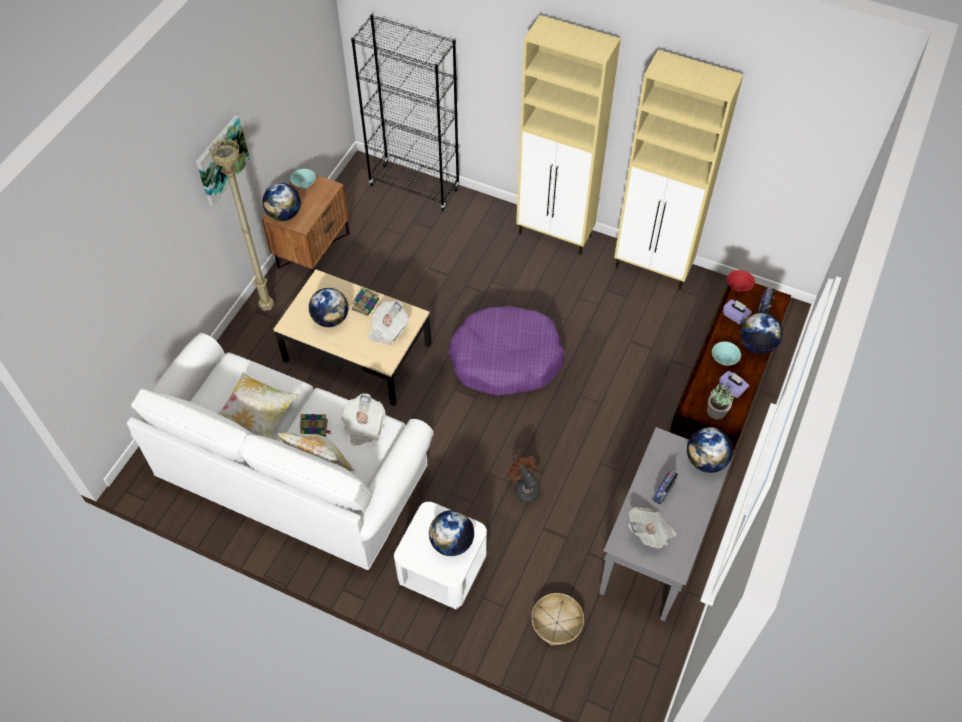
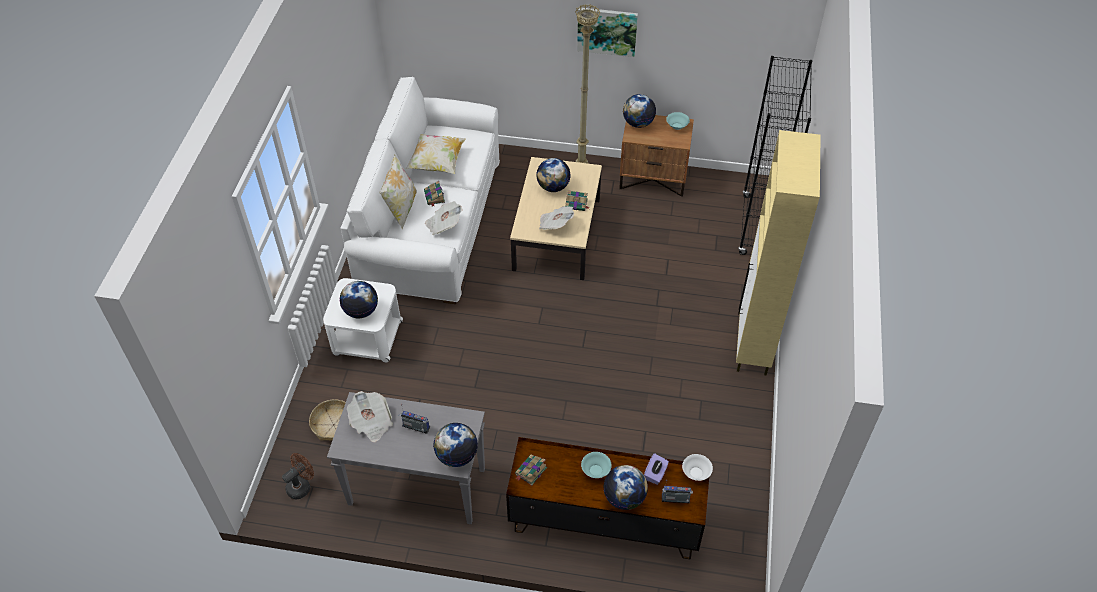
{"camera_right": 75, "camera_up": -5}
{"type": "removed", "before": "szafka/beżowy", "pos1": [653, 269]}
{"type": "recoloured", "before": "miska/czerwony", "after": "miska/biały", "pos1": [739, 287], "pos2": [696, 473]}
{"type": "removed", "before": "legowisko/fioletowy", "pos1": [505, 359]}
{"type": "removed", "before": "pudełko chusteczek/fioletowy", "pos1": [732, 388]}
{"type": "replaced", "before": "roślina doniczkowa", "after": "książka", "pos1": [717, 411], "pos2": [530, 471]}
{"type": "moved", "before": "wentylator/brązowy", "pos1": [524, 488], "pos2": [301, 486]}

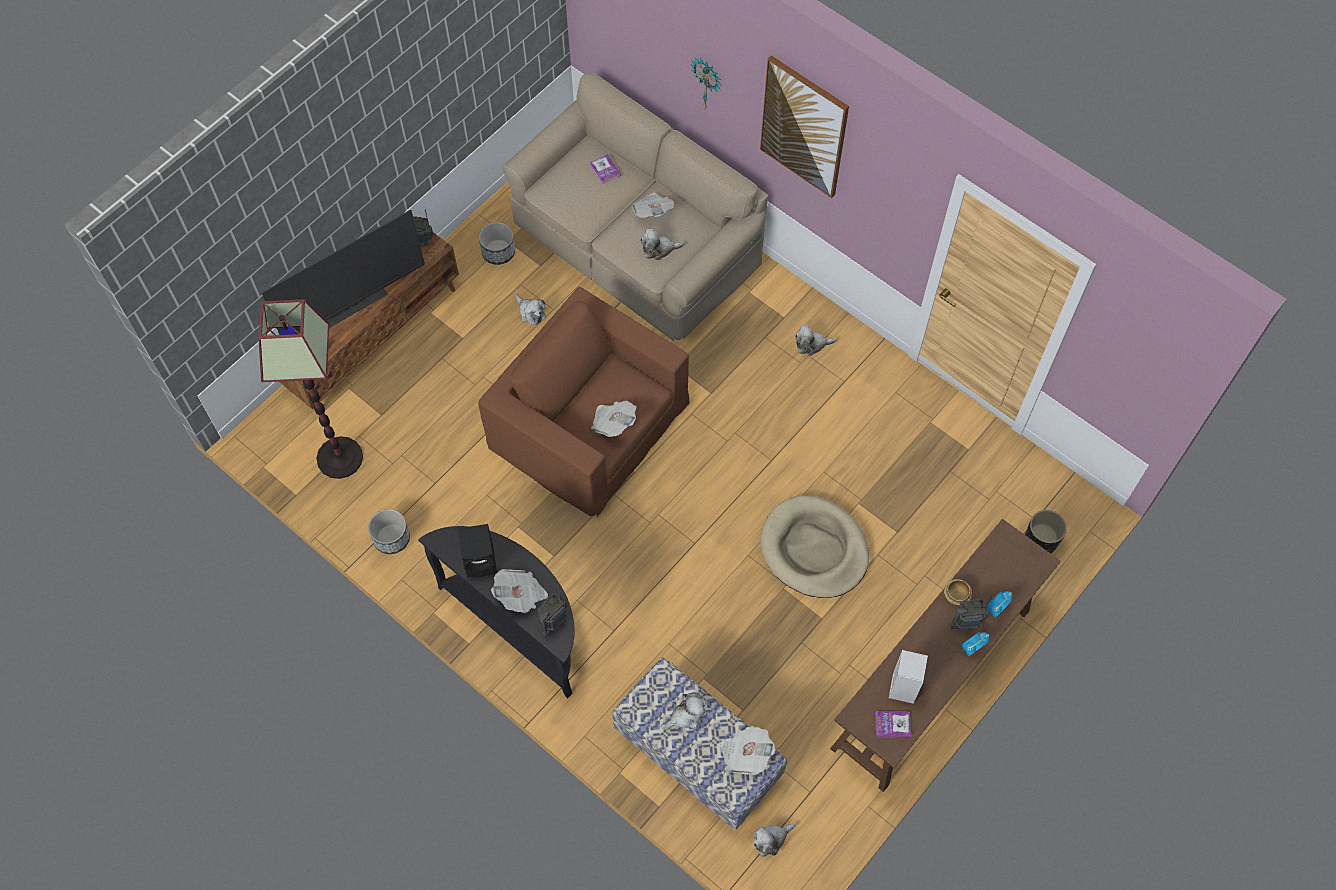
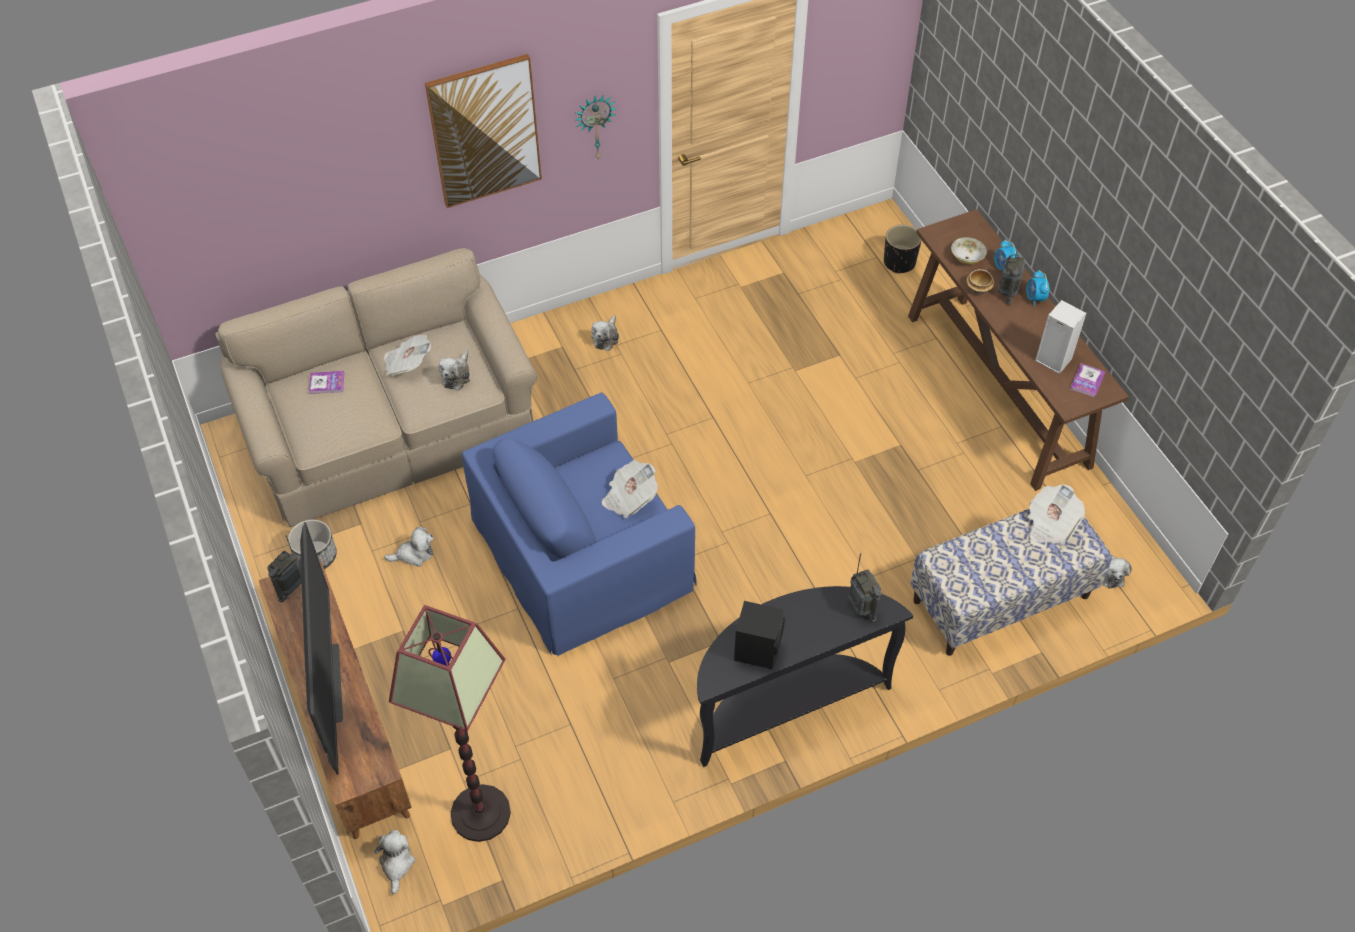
{"camera_right": -65, "camera_up": -10}
{"type": "moved", "before": "zegar ścienny", "pos1": [707, 83], "pos2": [595, 126]}
{"type": "recoloured", "before": "fotel/brązowy", "after": "fotel/niebieski", "pos1": [588, 423], "pos2": [581, 552]}
{"type": "removed", "before": "legowisko/beżowy", "pos1": [814, 549]}
{"type": "removed", "before": "donica", "pos1": [392, 538]}
{"type": "removed", "before": "gazeta", "pos1": [521, 595]}
{"type": "moved", "before": "pluszak", "pos1": [686, 716], "pos2": [396, 864]}
{"type": "added", "after": "miska", "pos2": [967, 258]}

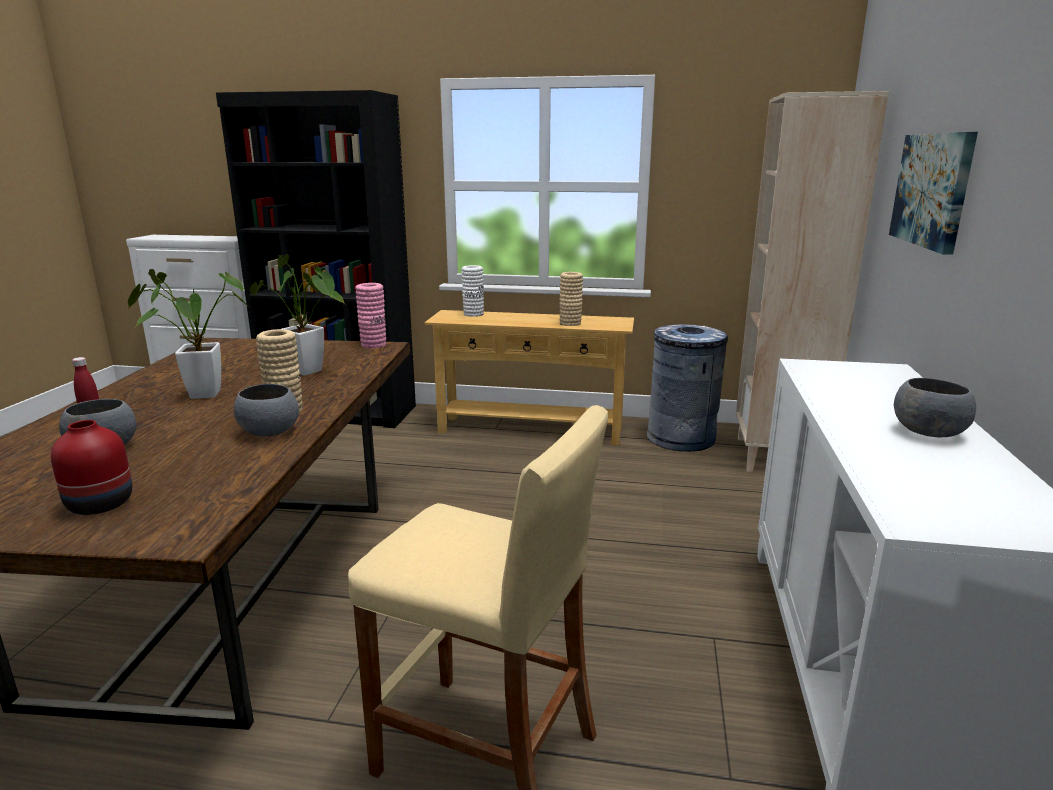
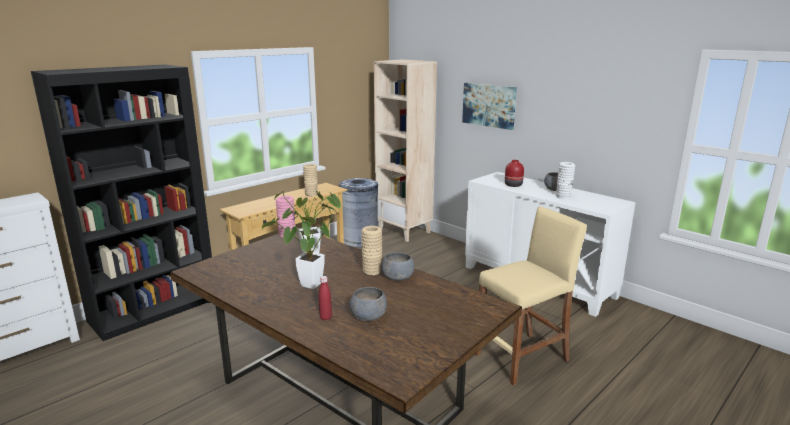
{"camera_right": -55, "camera_up": 0}
{"type": "moved", "before": "wazon/biały", "pos1": [473, 314], "pos2": [563, 196]}
{"type": "moved", "before": "wazon/czerwony", "pos1": [101, 504], "pos2": [513, 185]}

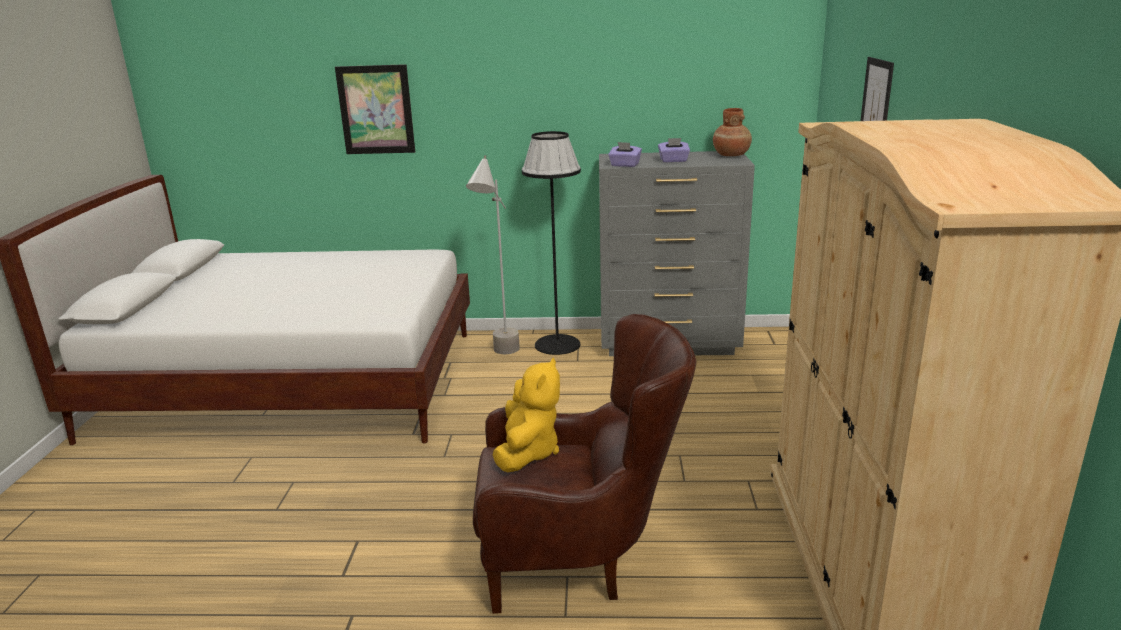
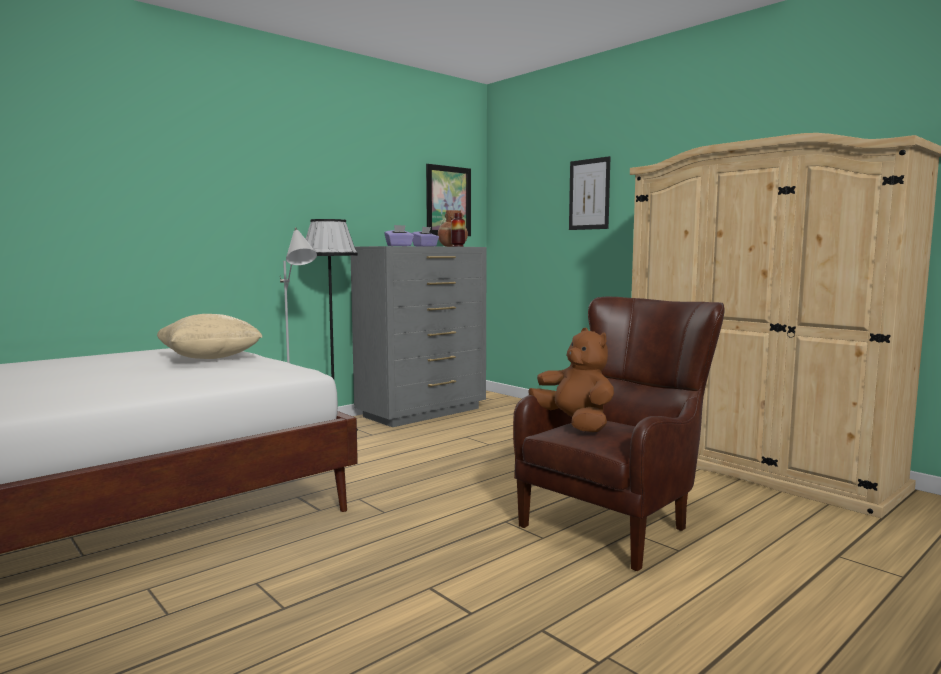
{"camera_right": -45, "camera_up": -15}
{"type": "moved", "before": "obraz", "pos1": [376, 110], "pos2": [448, 201]}
{"type": "recoloured", "before": "pluszak/żółty", "after": "pluszak/brązowy", "pos1": [528, 452], "pos2": [575, 424]}
{"type": "added", "after": "wazon", "pos2": [458, 246]}
{"type": "added", "after": "poduszka/beżowy", "pos2": [209, 359]}

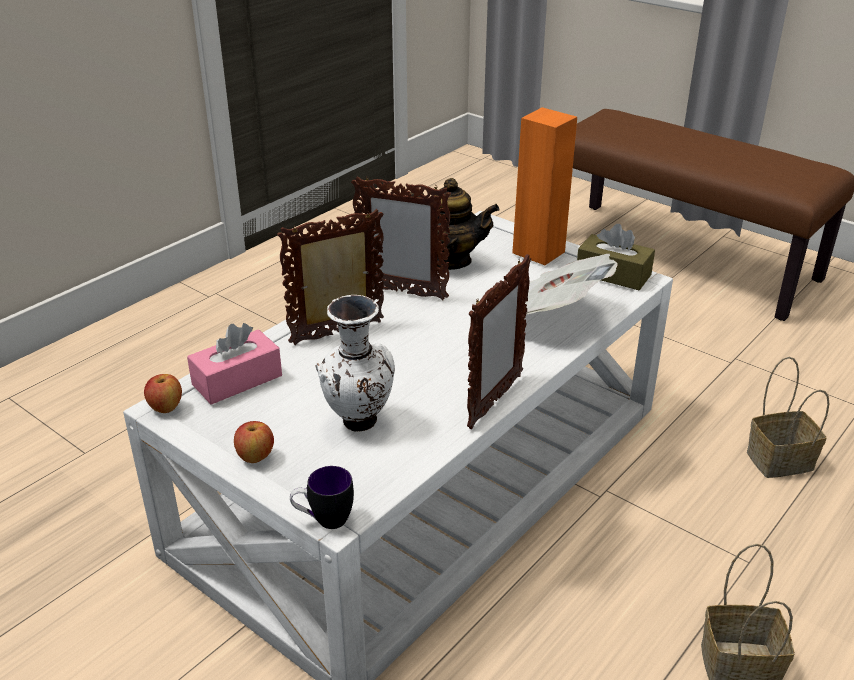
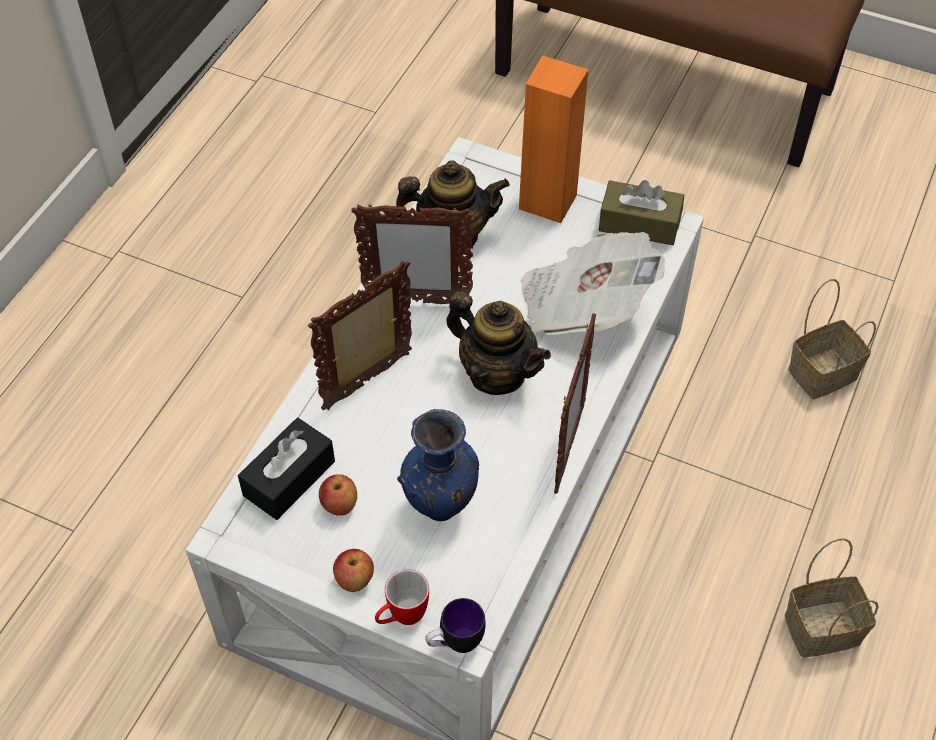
{"camera_right": -15, "camera_up": 20}
{"type": "recoloured", "before": "wazon/biały", "after": "wazon/niebieski", "pos1": [358, 424], "pos2": [440, 510]}
{"type": "recoloured", "before": "pudełko chusteczek/różowy", "after": "pudełko chusteczek/czarny", "pos1": [237, 380], "pos2": [289, 478]}
{"type": "moved", "before": "jabłko", "pos1": [165, 408], "pos2": [339, 505]}
{"type": "added", "after": "imbryk", "pos2": [497, 373]}
{"type": "added", "after": "kubek", "pos2": [401, 617]}

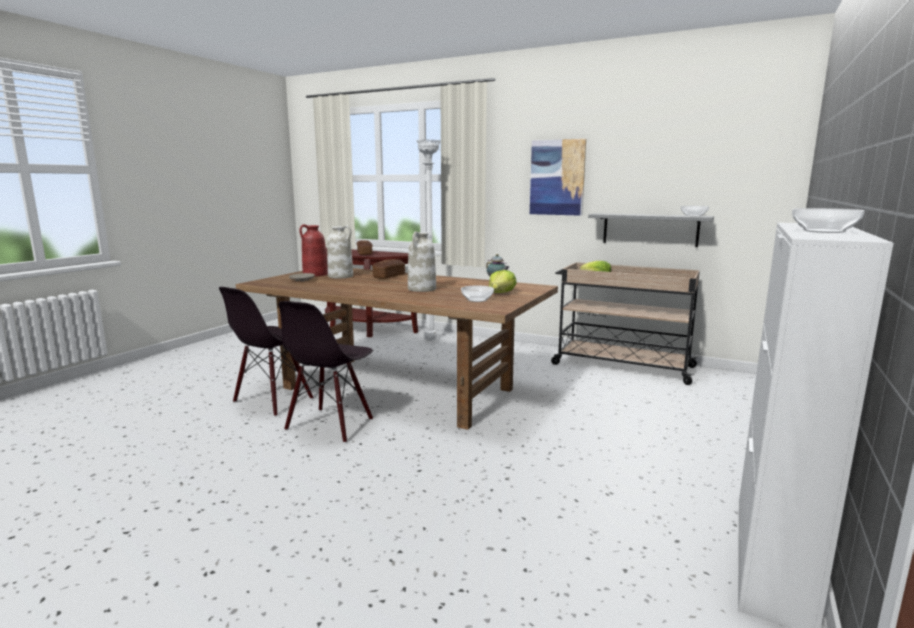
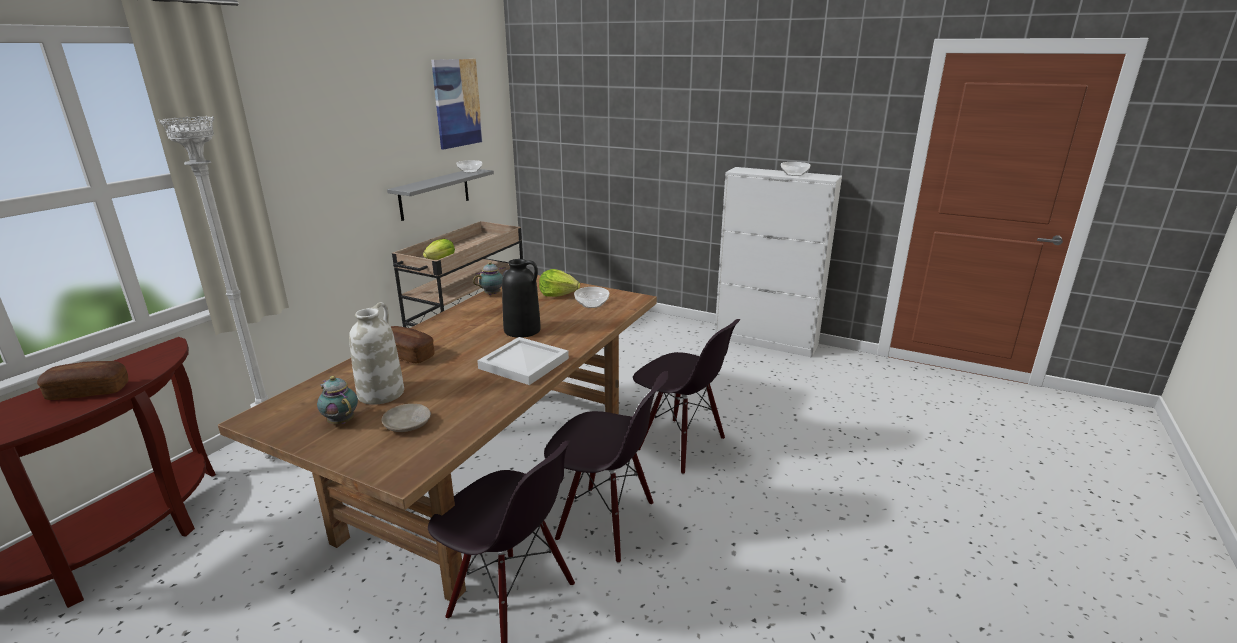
{"camera_right": -90, "camera_up": 10}
{"type": "moved", "before": "obraz", "pos1": [557, 177], "pos2": [457, 103]}
{"type": "replaced", "before": "wazon/czerwony", "after": "imbryk", "pos1": [315, 274], "pos2": [341, 421]}
{"type": "recoloured", "before": "wazon/biały", "after": "wazon/czarny", "pos1": [422, 289], "pos2": [523, 330]}
{"type": "added", "after": "krzesło/czarny", "pos2": [680, 445]}
{"type": "added", "after": "taca/biały", "pos2": [522, 363]}

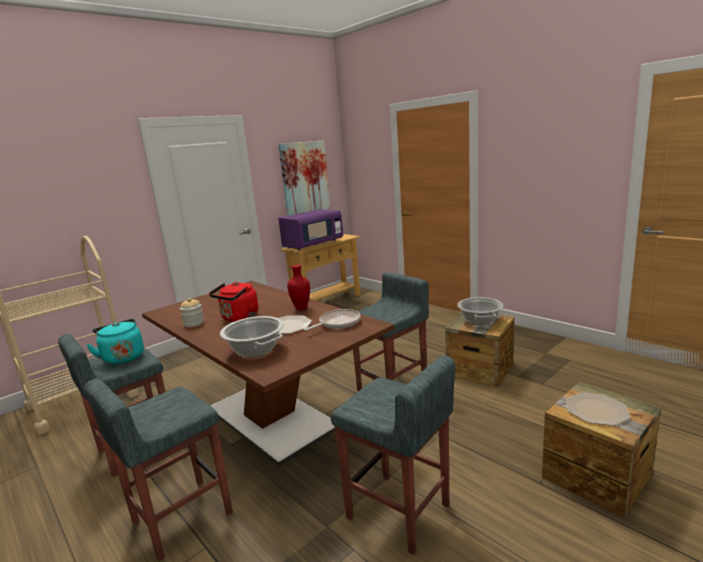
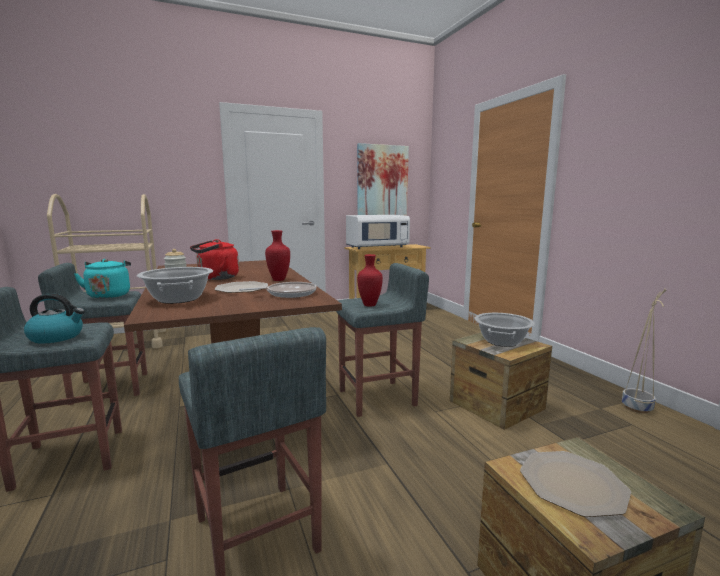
{"camera_right": 20, "camera_up": -5}
{"type": "recoloured", "before": "mikrofalówka/fioletowy", "after": "mikrofalówka/biały", "pos1": [313, 244], "pos2": [377, 247]}
{"type": "added", "after": "wazon/czerwony", "pos2": [369, 305]}
{"type": "added", "after": "donica/beżowy", "pos2": [637, 408]}
{"type": "added", "after": "czajnik", "pos2": [57, 337]}

